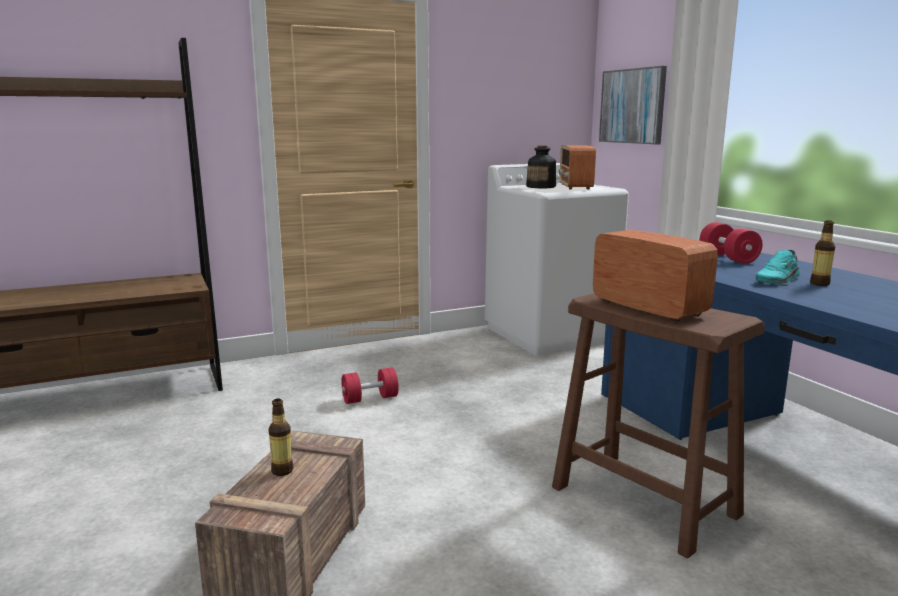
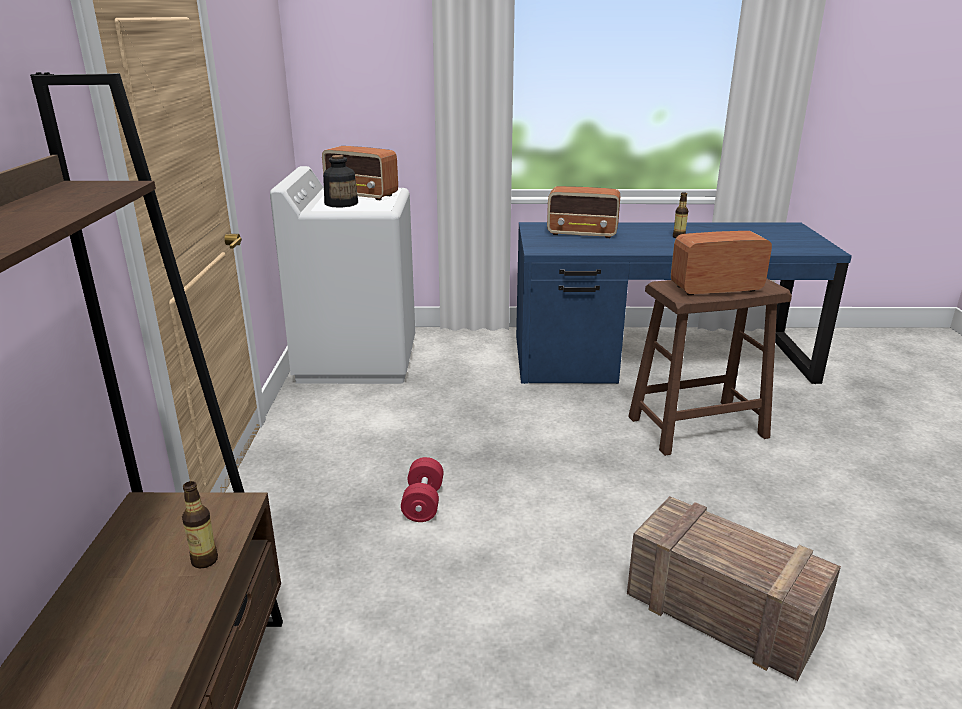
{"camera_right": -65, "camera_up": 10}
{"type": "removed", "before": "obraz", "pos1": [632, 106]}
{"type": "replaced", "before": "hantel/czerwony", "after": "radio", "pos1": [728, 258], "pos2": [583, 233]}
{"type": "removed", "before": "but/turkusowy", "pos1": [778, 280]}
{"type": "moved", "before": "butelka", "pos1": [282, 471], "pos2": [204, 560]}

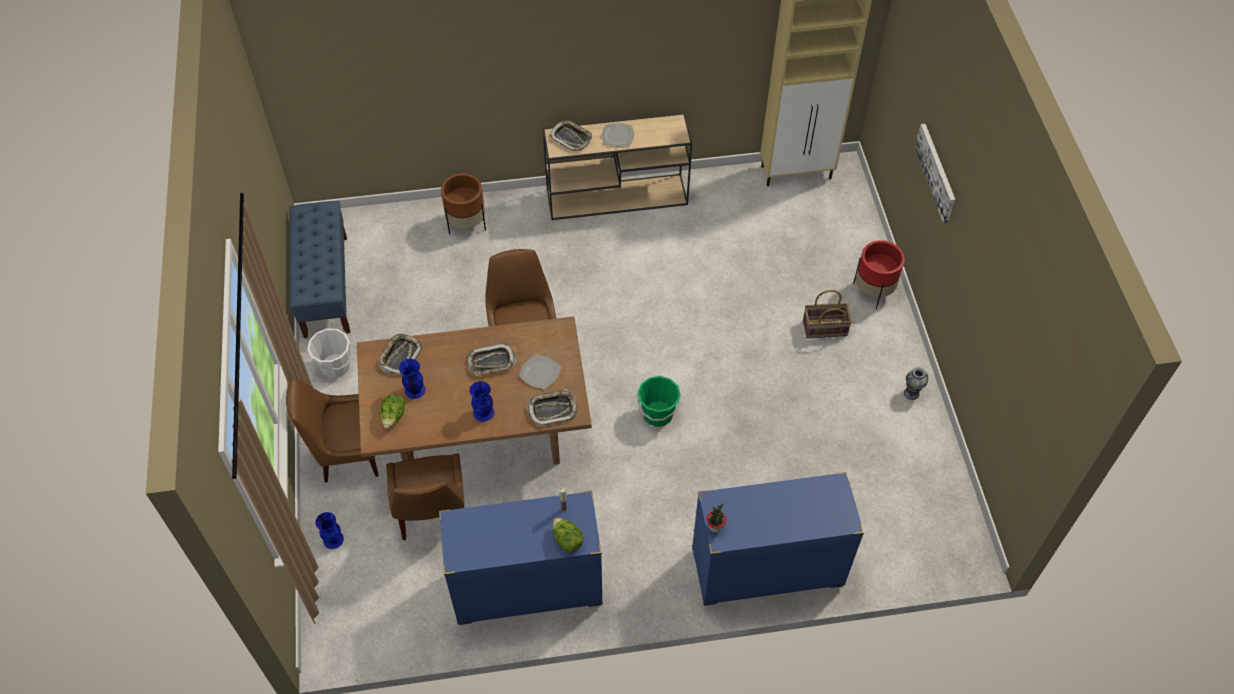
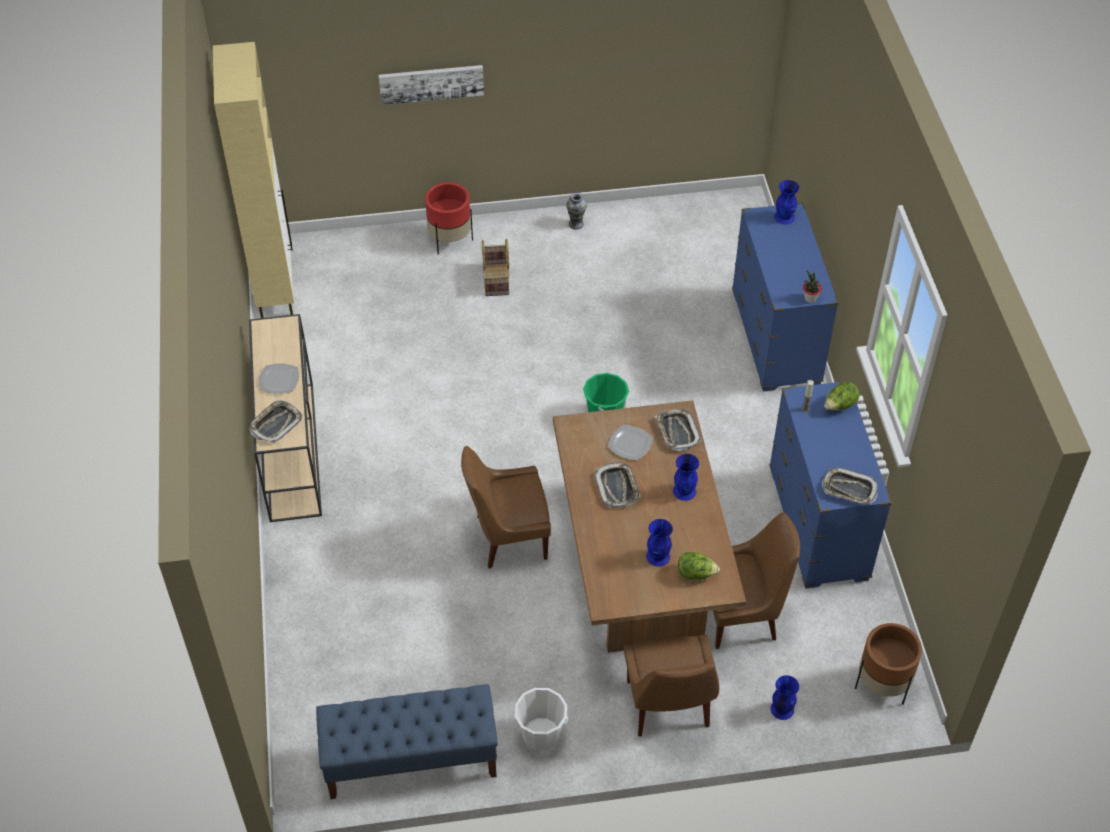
{"camera_right": -90, "camera_up": -5}
{"type": "moved", "before": "donica/brązowy", "pos1": [466, 224], "pos2": [882, 684]}
{"type": "moved", "before": "taca", "pos1": [400, 356], "pos2": [849, 489]}
{"type": "added", "after": "wazon/niebieski", "pos2": [784, 217]}

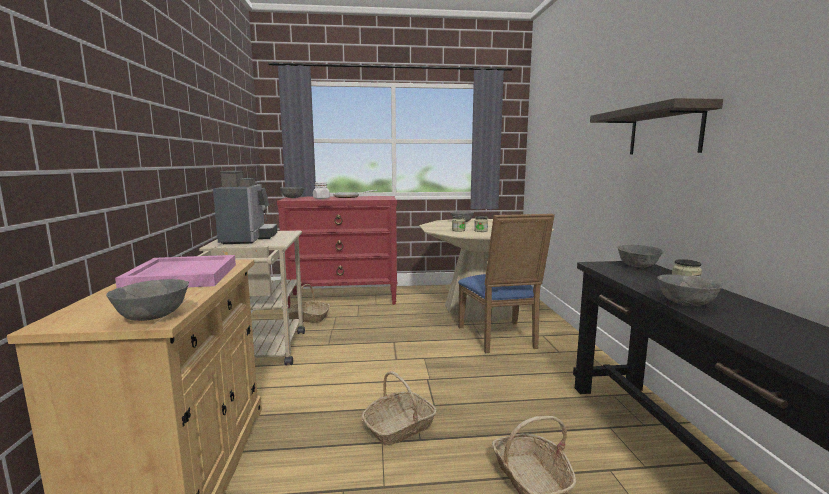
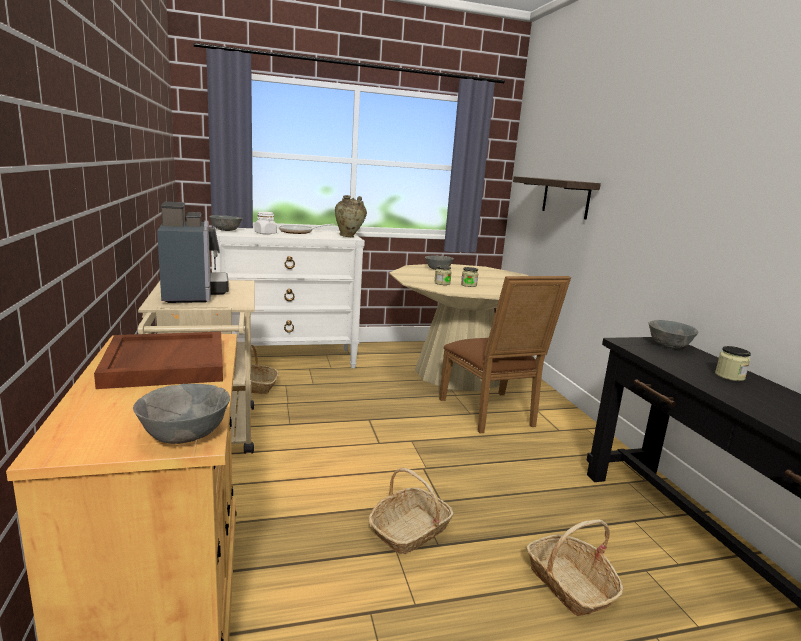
{"camera_right": -10, "camera_up": 5}
{"type": "moved", "before": "półka", "pos1": [664, 131], "pos2": [565, 197]}
{"type": "recoloured", "before": "komoda/czerwony", "after": "komoda/biały", "pos1": [343, 299], "pos2": [287, 360]}
{"type": "recoloured", "before": "krzesło/niebieski", "after": "krzesło/brązowy", "pos1": [500, 339], "pos2": [491, 414]}
{"type": "recoloured", "before": "taca/różowy", "after": "taca/brązowy", "pos1": [182, 276], "pos2": [165, 363]}
{"type": "removed", "before": "miska/szary", "pos1": [685, 303]}
{"type": "added", "after": "wazon/beżowy", "pos2": [349, 236]}

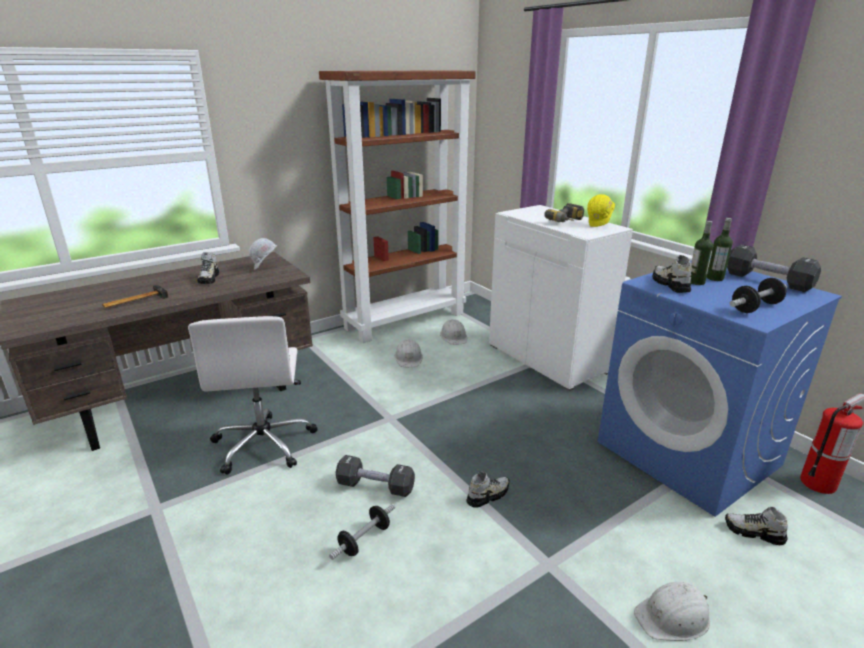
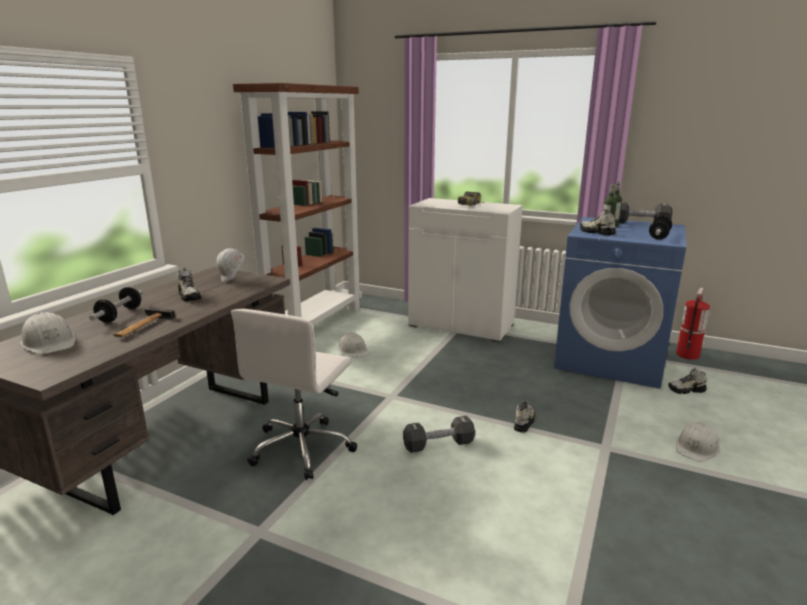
{"camera_right": -30, "camera_up": -5}
{"type": "removed", "before": "kask/żółty", "pos1": [599, 225]}
{"type": "turned", "before": "krzesło biurowe/biały", "pos1": [264, 443], "pos2": [303, 447], "turn": 60}
{"type": "moved", "before": "kask/biały", "pos1": [454, 337], "pos2": [49, 342]}
{"type": "moved", "before": "hantel", "pos1": [364, 540], "pos2": [120, 315]}

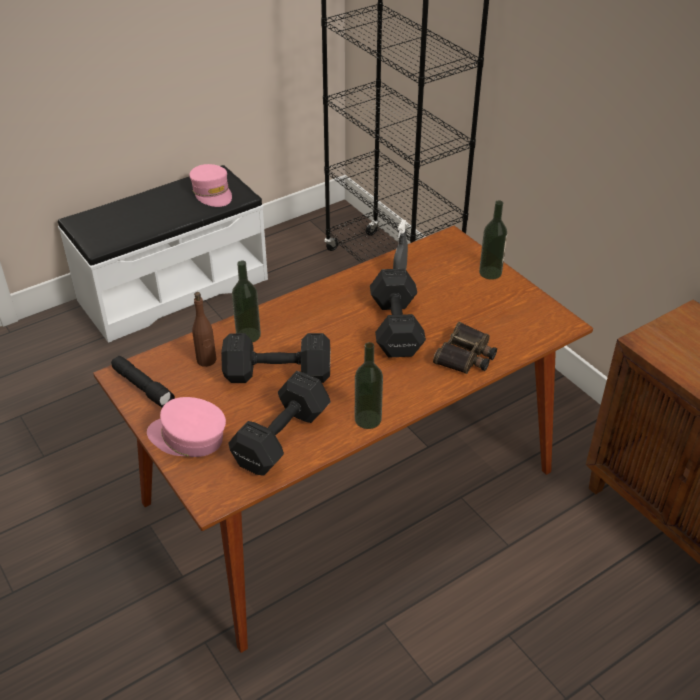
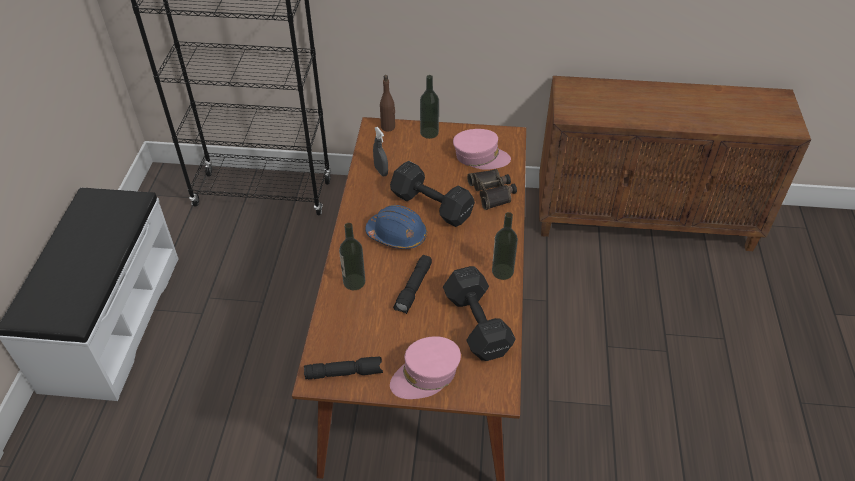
{"camera_right": -50, "camera_up": 5}
{"type": "moved", "before": "czapka z daszkiem/różowy", "pos1": [212, 193], "pos2": [480, 157]}
{"type": "moved", "before": "butelka/brązowy", "pos1": [206, 360], "pos2": [388, 127]}
{"type": "replaced", "before": "hantel/czarny", "after": "latarka/czarny", "pos1": [280, 374], "pos2": [414, 289]}
{"type": "added", "after": "kask/niebieski", "pos2": [397, 235]}

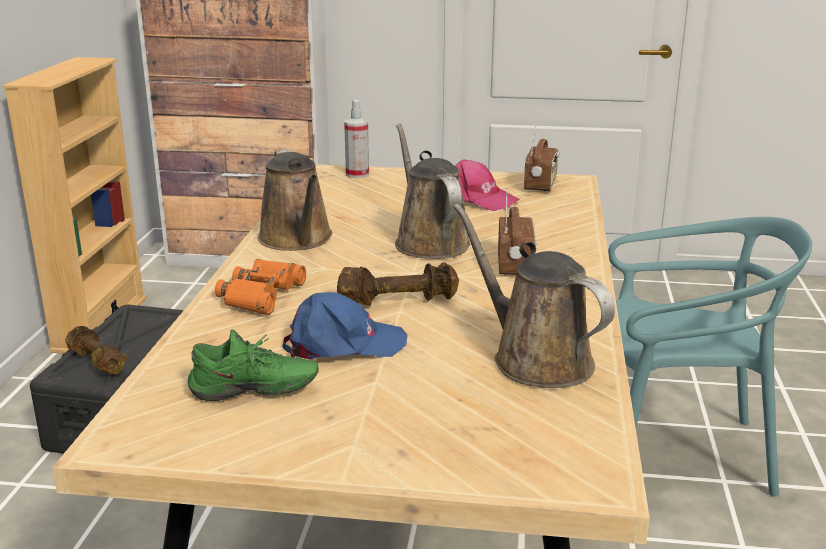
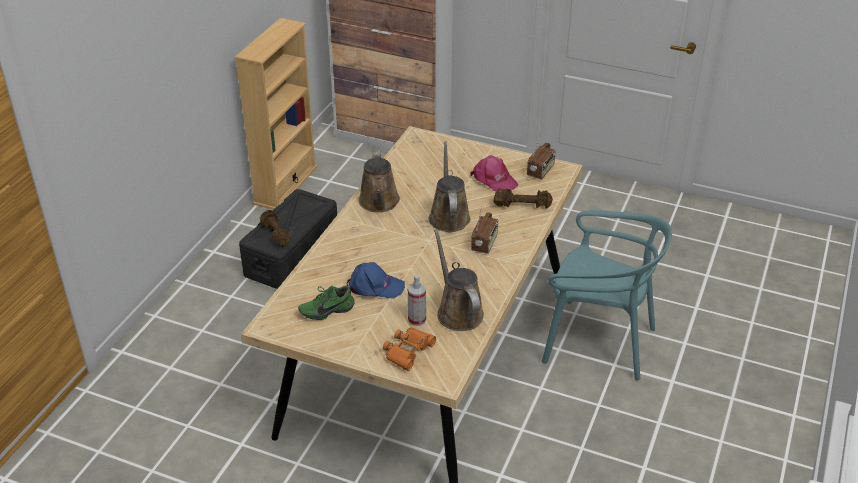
{"camera_right": 15, "camera_up": 15}
{"type": "moved", "before": "spryskiwacz", "pos1": [357, 174], "pos2": [417, 320]}
{"type": "moved", "before": "lornetka/pomarańczowy", "pos1": [261, 295], "pos2": [408, 351]}
{"type": "moved", "before": "hantel/brązowy", "pos1": [397, 301], "pos2": [522, 205]}
{"type": "turned", "before": "but/zielony", "pos1": [254, 393], "pos2": [326, 310], "turn": 150}

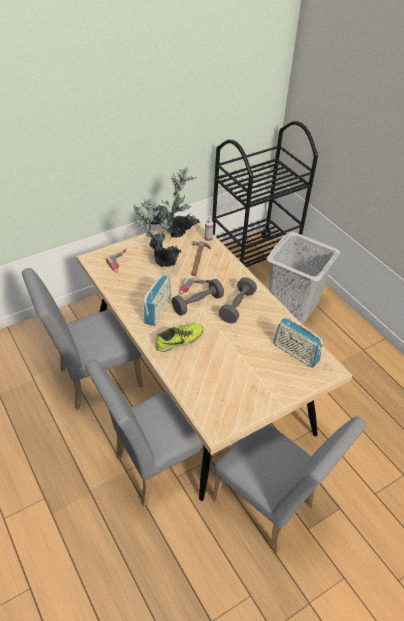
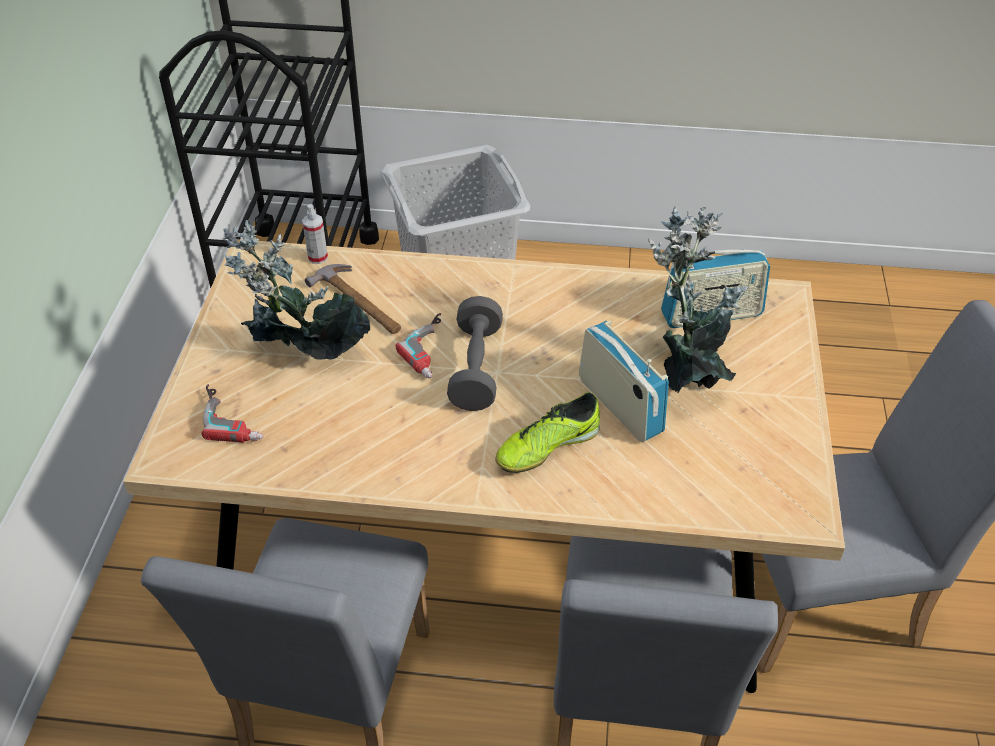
{"camera_right": -50, "camera_up": 0}
{"type": "moved", "before": "roślina doniczkowa", "pos1": [175, 232], "pos2": [688, 374]}
{"type": "moved", "before": "radio", "pos1": [157, 310], "pos2": [620, 405]}
{"type": "removed", "before": "hantel/szary", "pos1": [237, 306]}
{"type": "turned", "before": "but", "pos1": [179, 340], "pos2": [547, 446], "turn": -135}

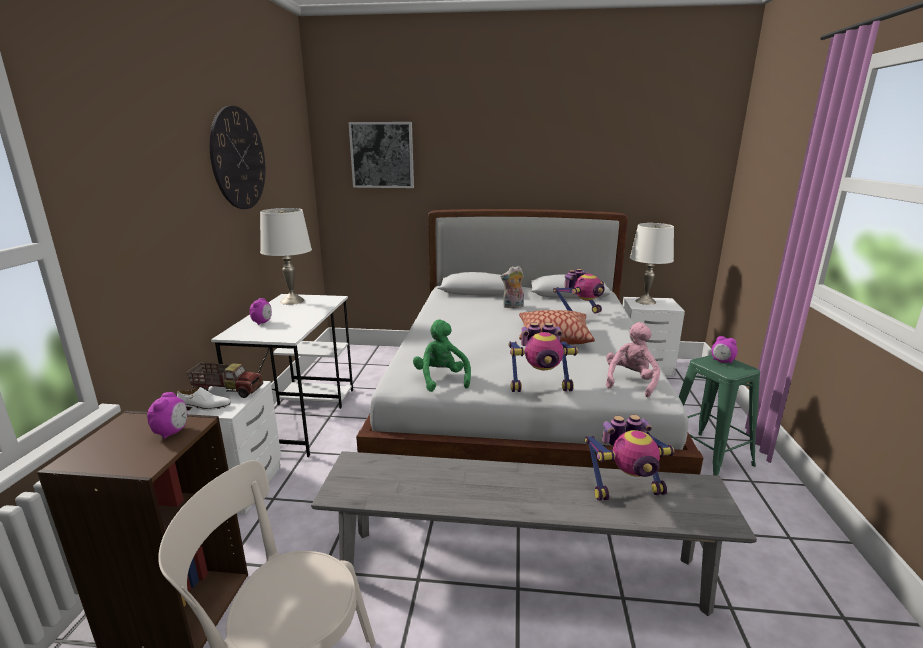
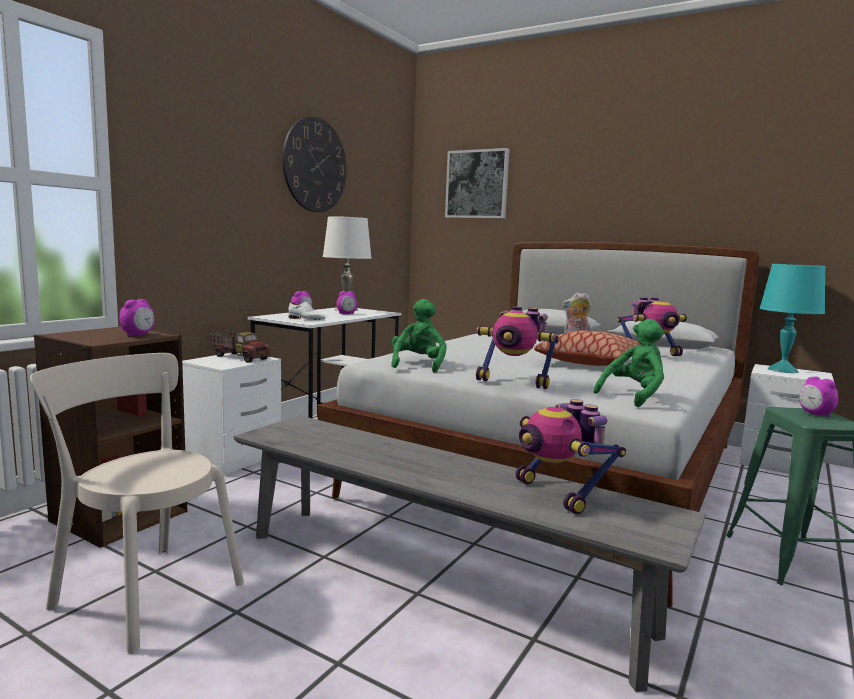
{"camera_right": 25, "camera_up": -10}
{"type": "recoloured", "before": "lampa stołowa/biały", "after": "lampa stołowa/turkusowy", "pos1": [645, 301], "pos2": [782, 370]}
{"type": "recoloured", "before": "pluszak/różowy", "after": "pluszak/zielony", "pos1": [630, 382], "pos2": [634, 396]}
{"type": "moved", "before": "but/biały", "pos1": [205, 407], "pos2": [306, 319]}
{"type": "turned", "before": "robot zabawkowy", "pos1": [625, 489], "pos2": [558, 494], "turn": 45}
{"type": "added", "after": "budzik", "pos2": [346, 314]}

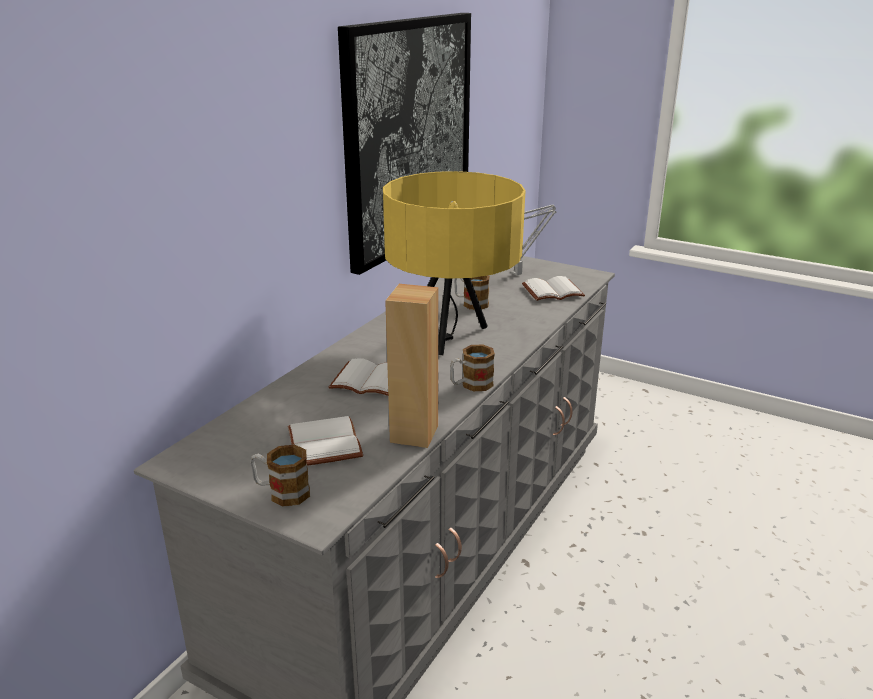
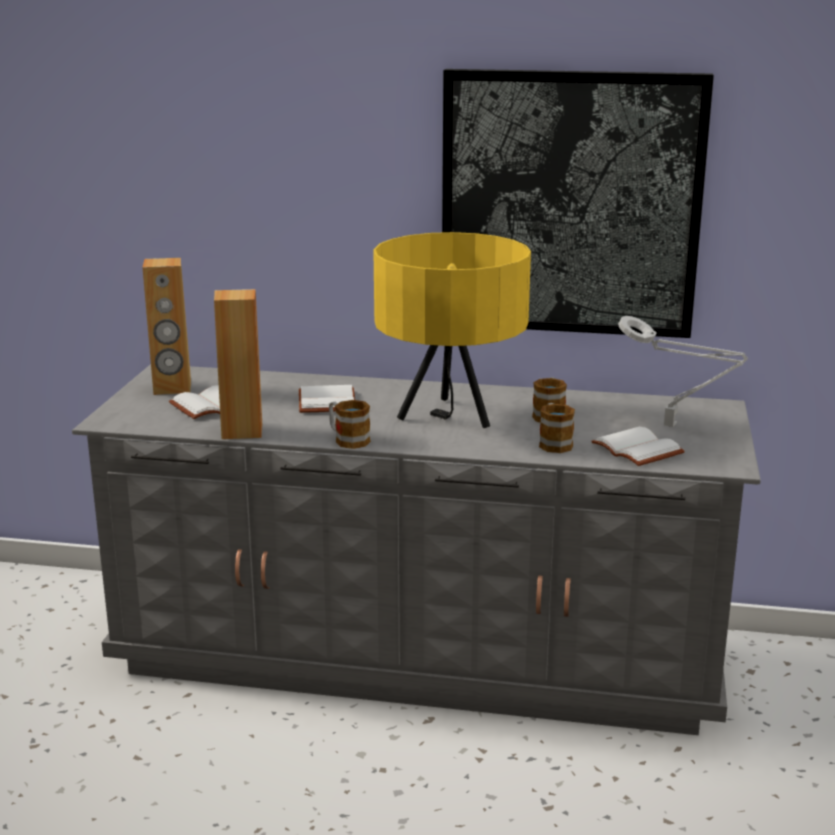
{"camera_right": 70, "camera_up": -5}
{"type": "moved", "before": "kubek", "pos1": [282, 492], "pos2": [554, 443]}
{"type": "added", "after": "głośnik/brązowy", "pos2": [172, 388]}

